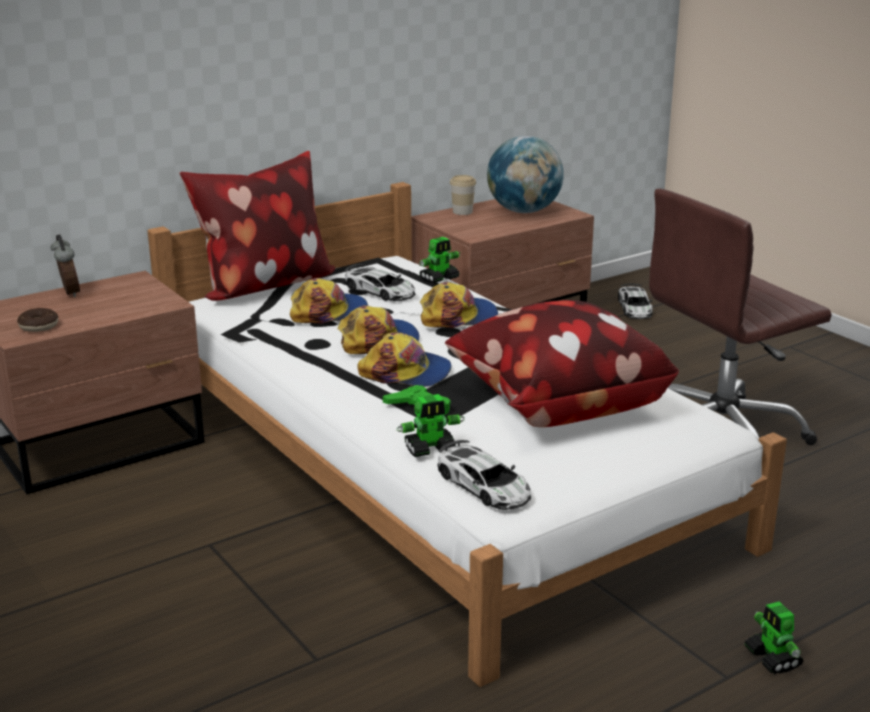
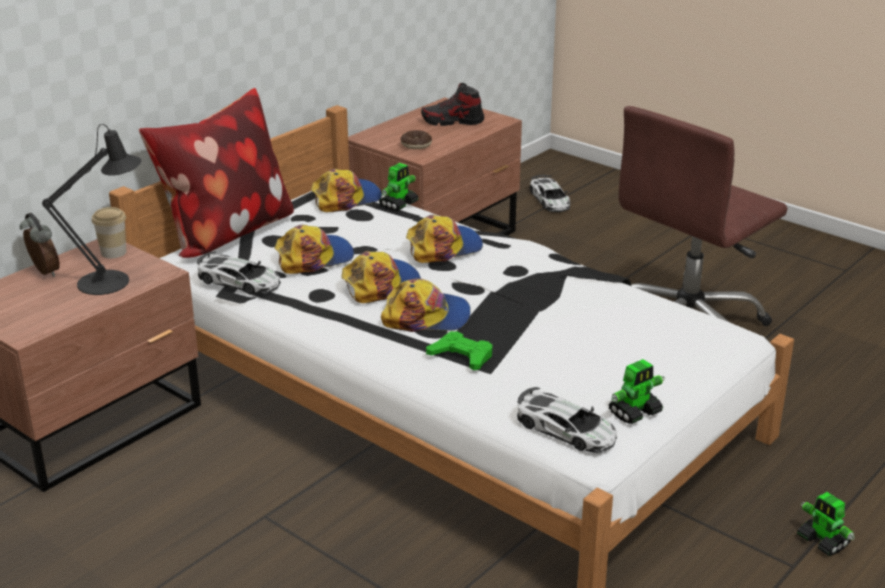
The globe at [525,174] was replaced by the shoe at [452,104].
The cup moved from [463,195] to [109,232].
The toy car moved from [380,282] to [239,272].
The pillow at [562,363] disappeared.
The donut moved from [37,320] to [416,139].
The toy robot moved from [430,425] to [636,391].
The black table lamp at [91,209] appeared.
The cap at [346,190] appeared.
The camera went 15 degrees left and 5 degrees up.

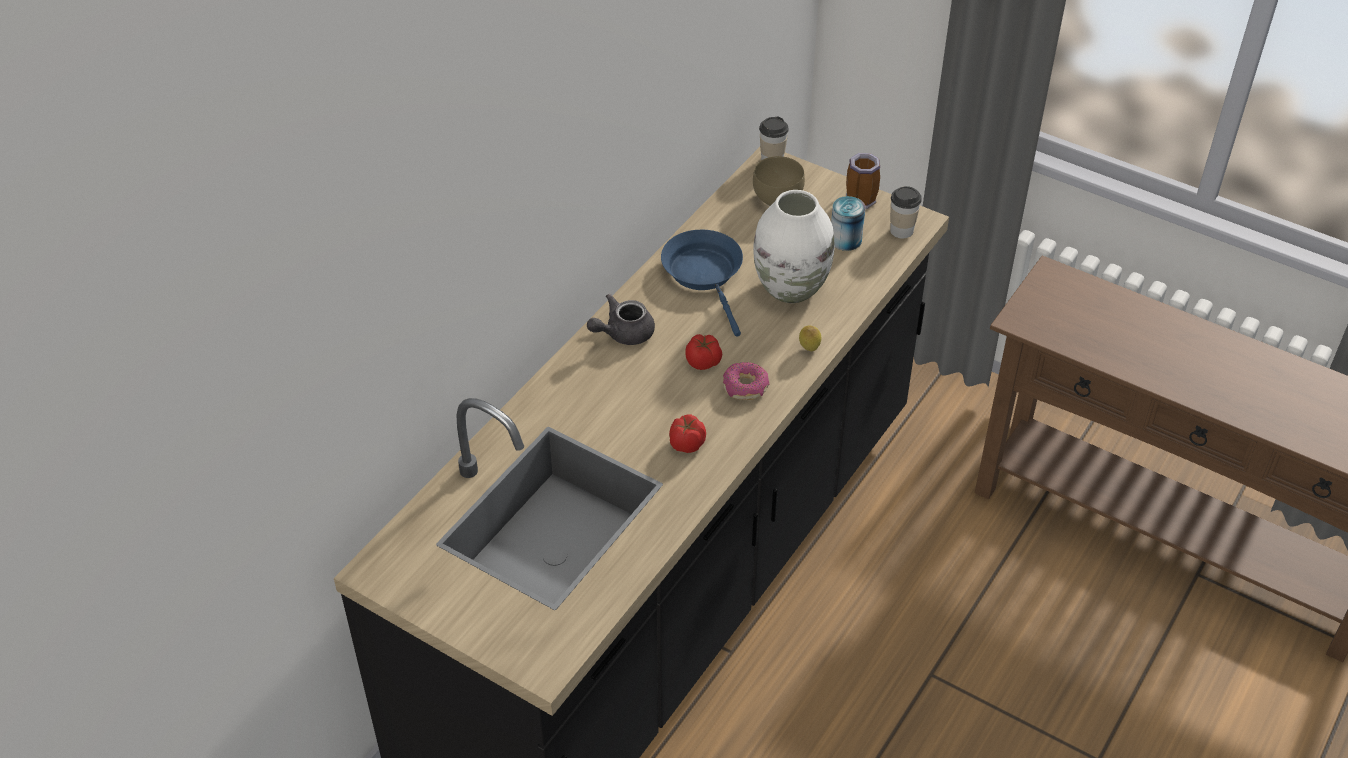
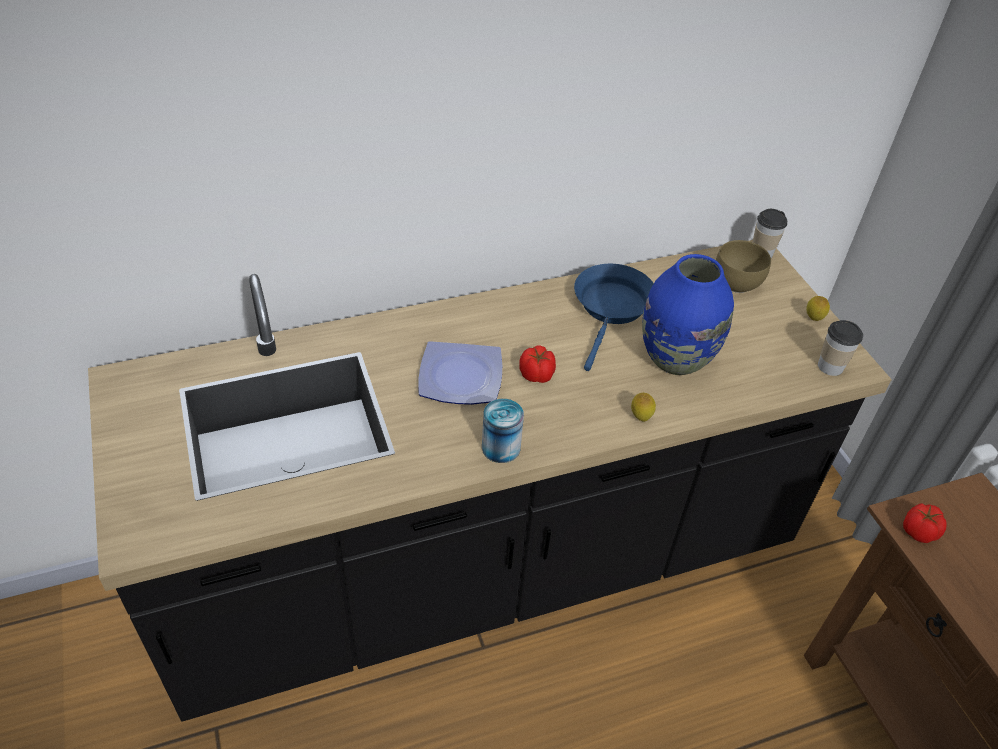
The mug at [863,181] was replaced by the lemon at [818,308].
The white vase at [794,246] became the blue vase at [688,314].
The can moved from [848,223] to [503,431].
The grey teapot at [621,319] disappeared.
The donut at [746,381] disappeared.
The tomato moved from [687,433] to [925,523].
The plate at [460,373] appeared.
The camera went 35 degrees right and 0 degrees up.

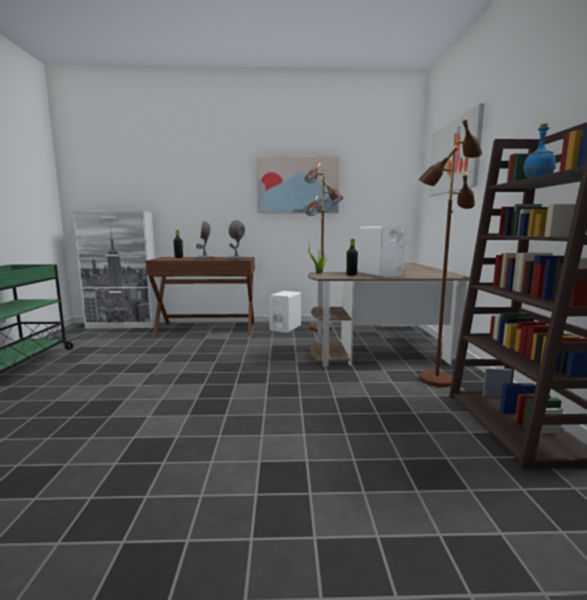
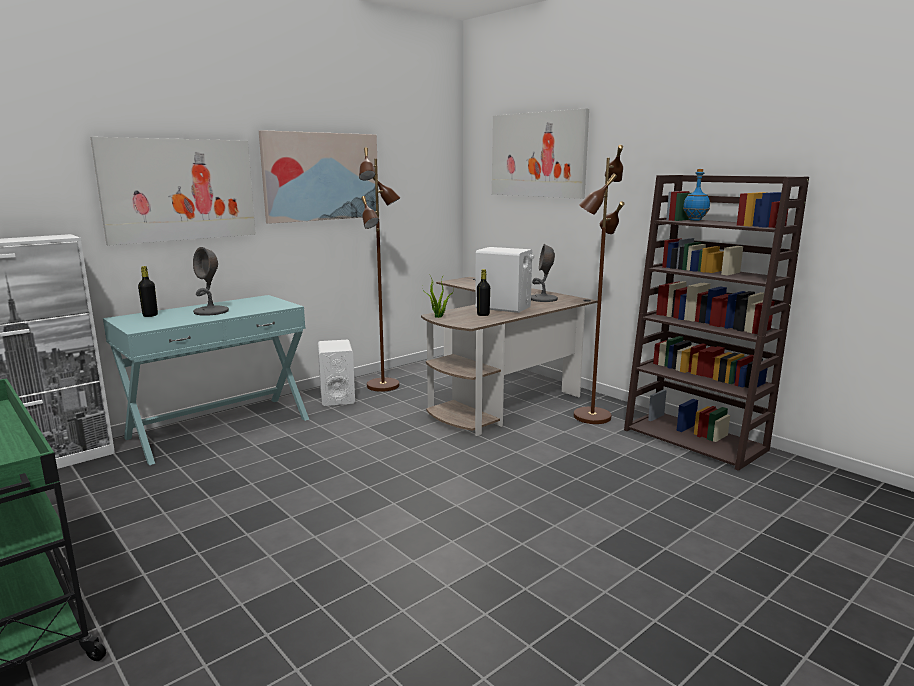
The grey table lamp moved from [236,240] to [544,273].
The brown console table at [200,296] became the turquoise console table at [206,380].
The picture at [173,191] appeared.
The camera went 40 degrees left and 5 degrees up.

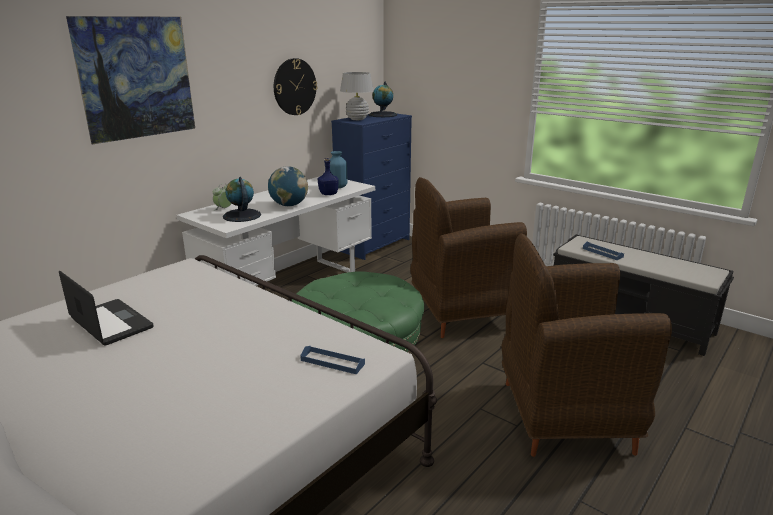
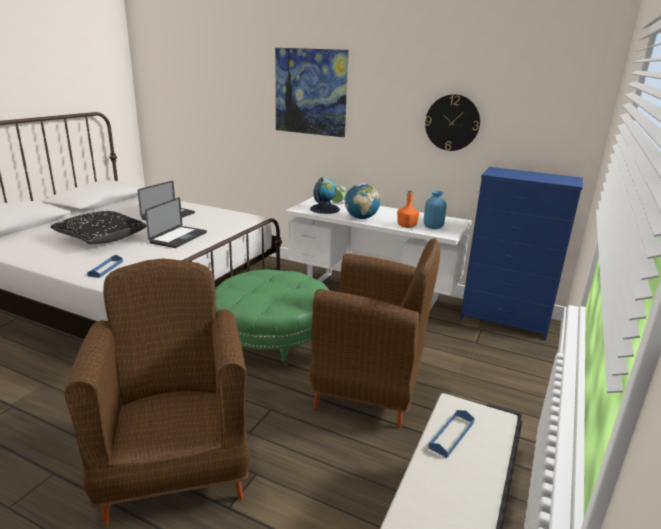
The white table lamp at [357,96] disappeared.
The globe at [383,99] disappeared.
The blue bottle at [328,176] became the orange bottle at [408,209].
The brown armchair at [468,257] turned 135 degrees clockwise.
The laptop at [176,222] appeared.
The black pillow at [98,227] appeared.
The camera went 75 degrees right and 0 degrees up.

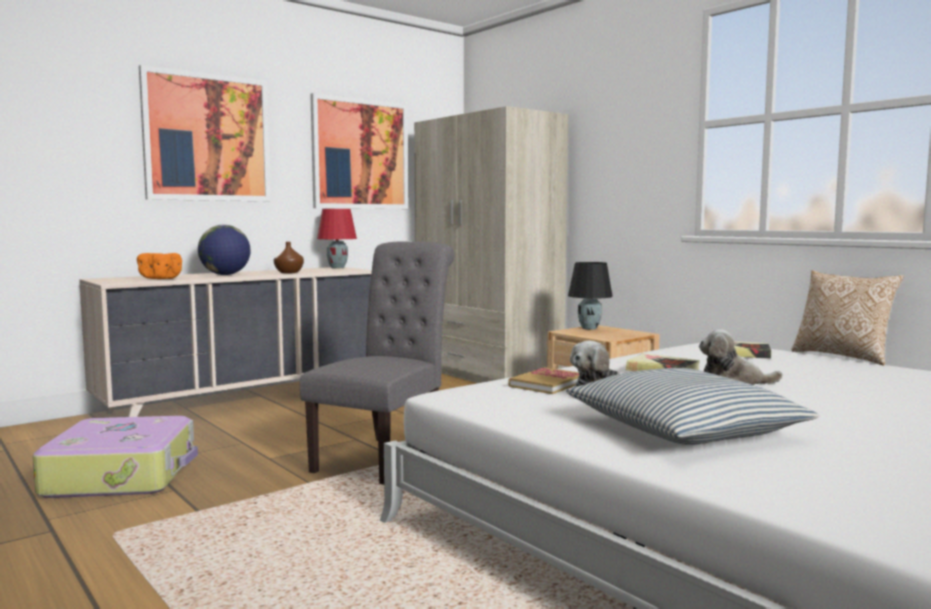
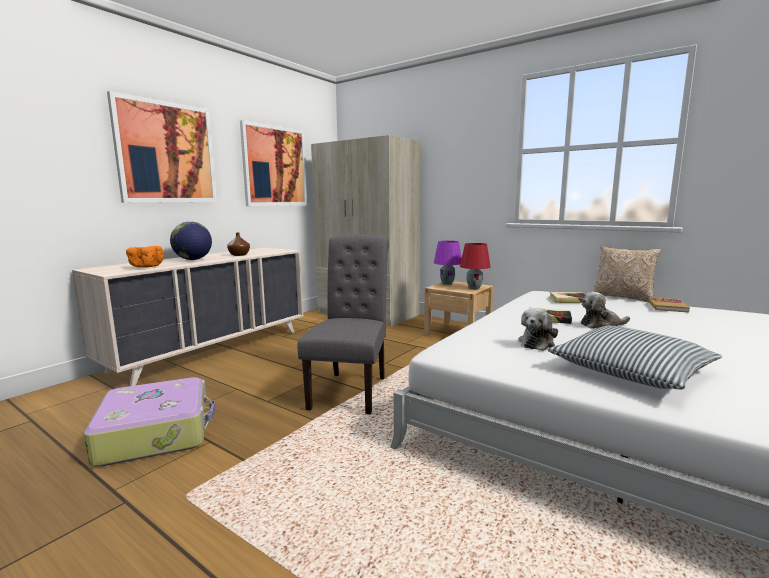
The red table lamp moved from [337,239] to [475,266].
The black table lamp at [590,296] became the purple table lamp at [448,263].
The book moved from [543,380] to [669,305].
The camera went 15 degrees left and 5 degrees up.

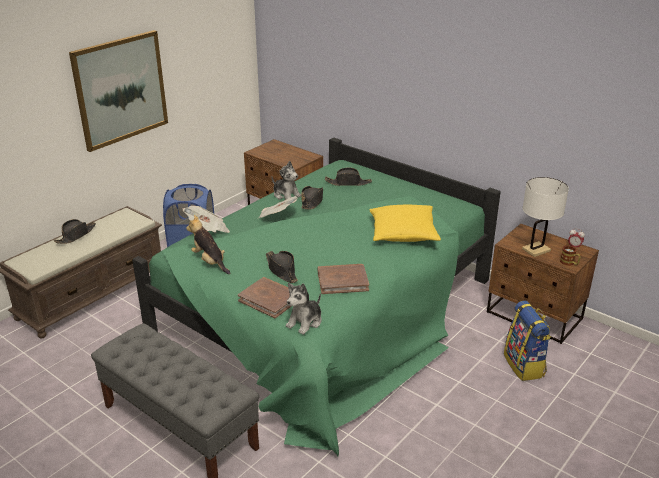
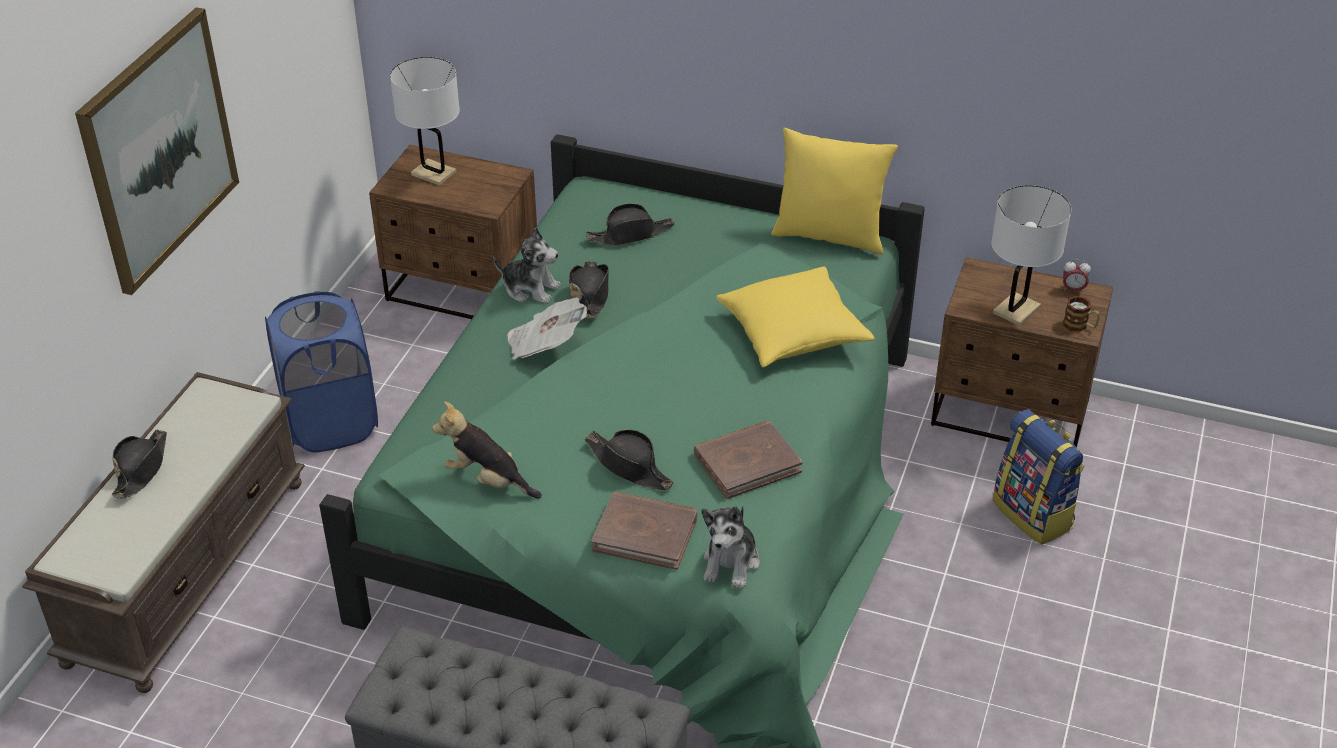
The newspaper at [206,219] disappeared.
The white table lamp at [425,121] appeared.
The yellow pillow at [834,191] appeared.
The camera went 20 degrees left and 10 degrees up.

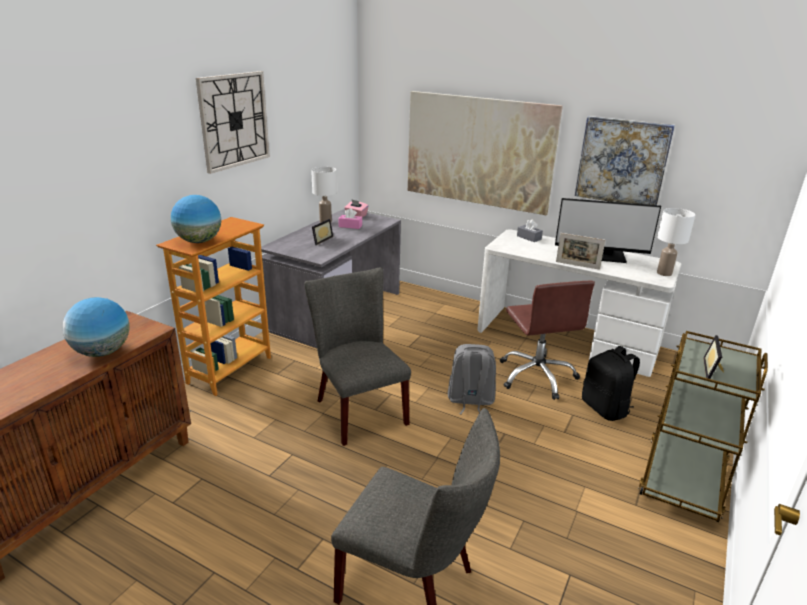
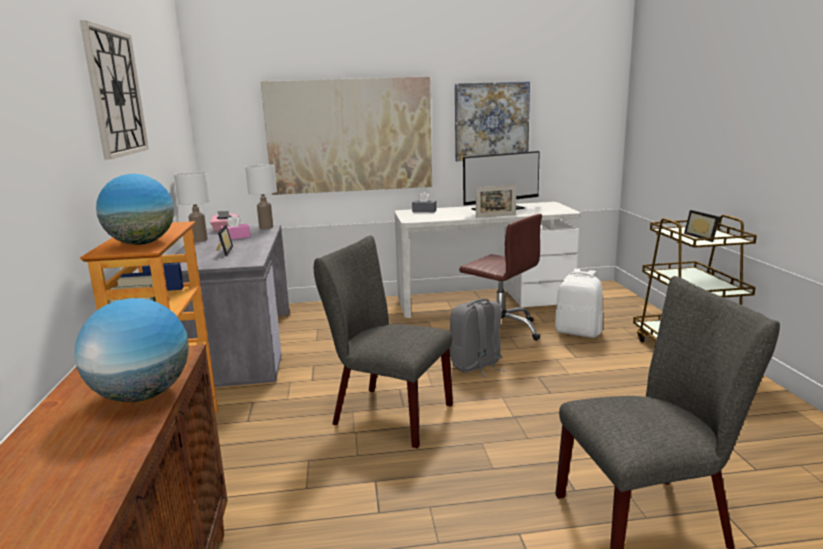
The white table lamp moved from [676,242] to [261,196].
The black backpack at [611,383] became the white backpack at [579,303].
The camera went 35 degrees left and 10 degrees down.

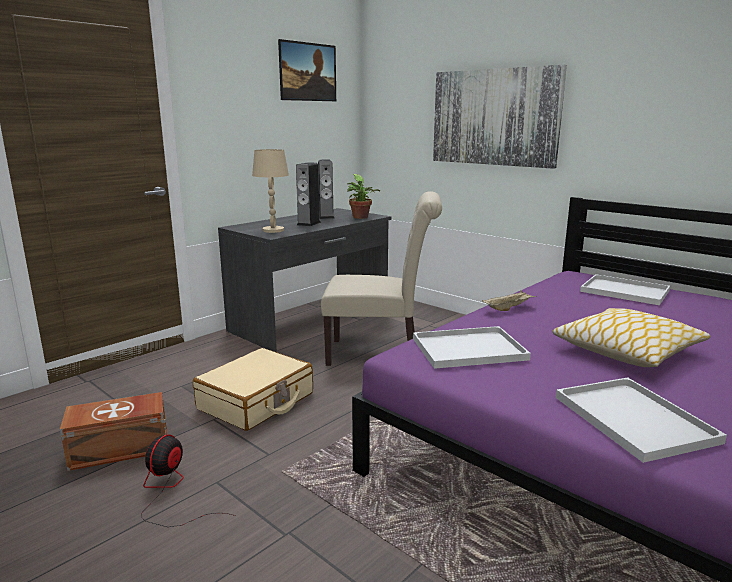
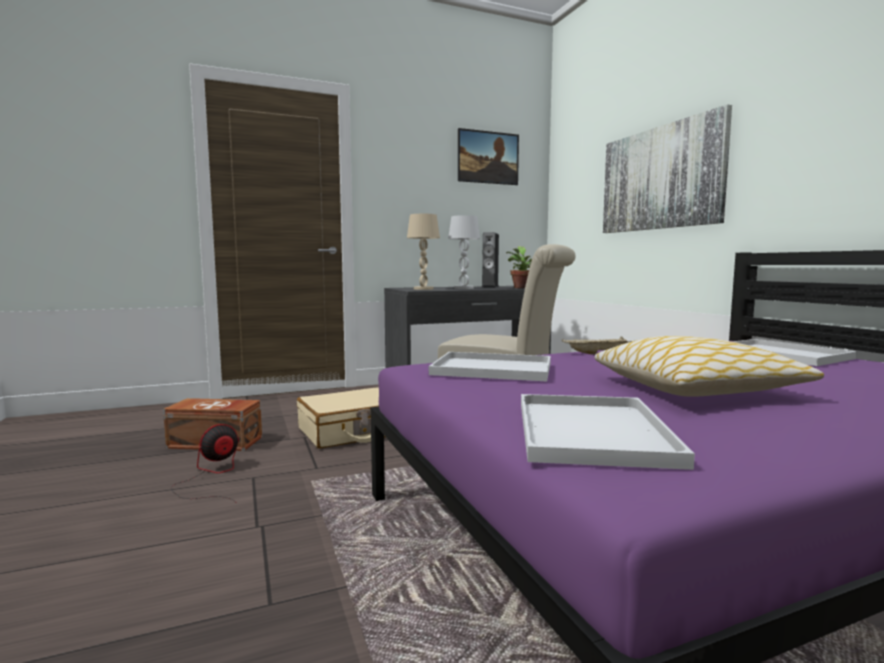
The speaker at [308,194] was replaced by the white table lamp at [464,252].
The camera went 25 degrees right and 10 degrees down.

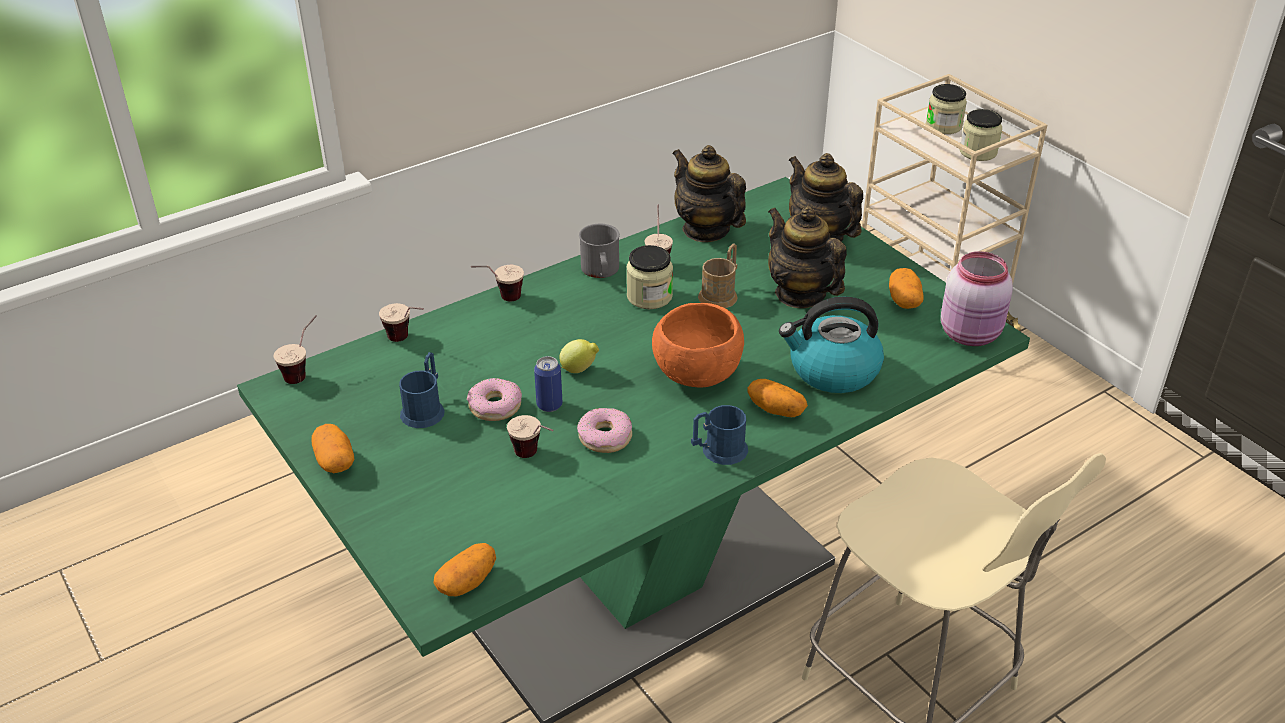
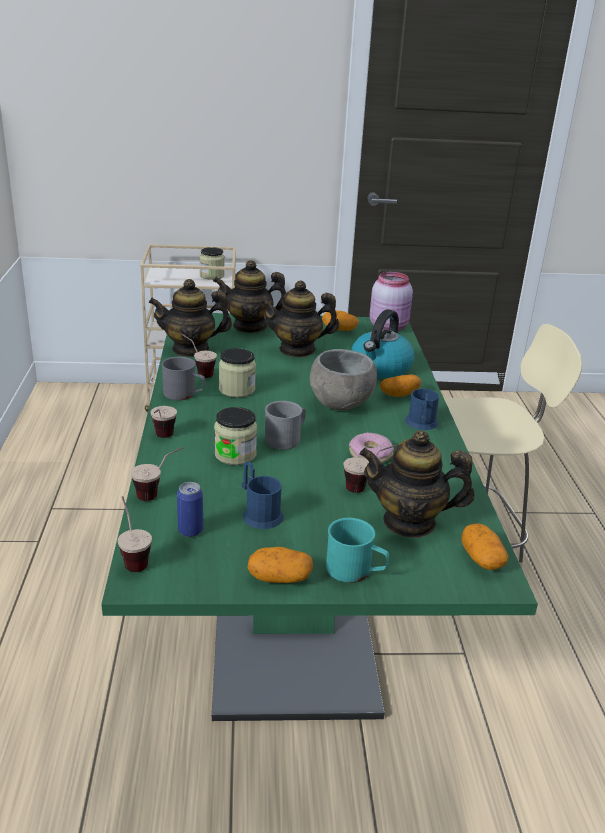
The jar moved from [946,109] to [235,436].
The brown mug at [718,275] disappeared.
The orange bowl at [698,345] became the grey bowl at [343,379].
The lemon at [579,356] was replaced by the grey mug at [285,425].
The can moved from [548,384] to [190,509].
The donut at [494,399] disappeared.
The teapot at [417,484] appeared.
The turquoise mug at [357,550] appeared.
The camera went 60 degrees left and 10 degrees down.

